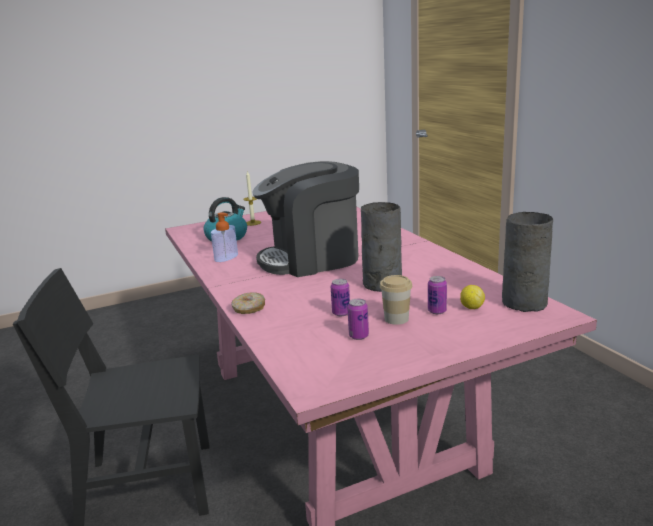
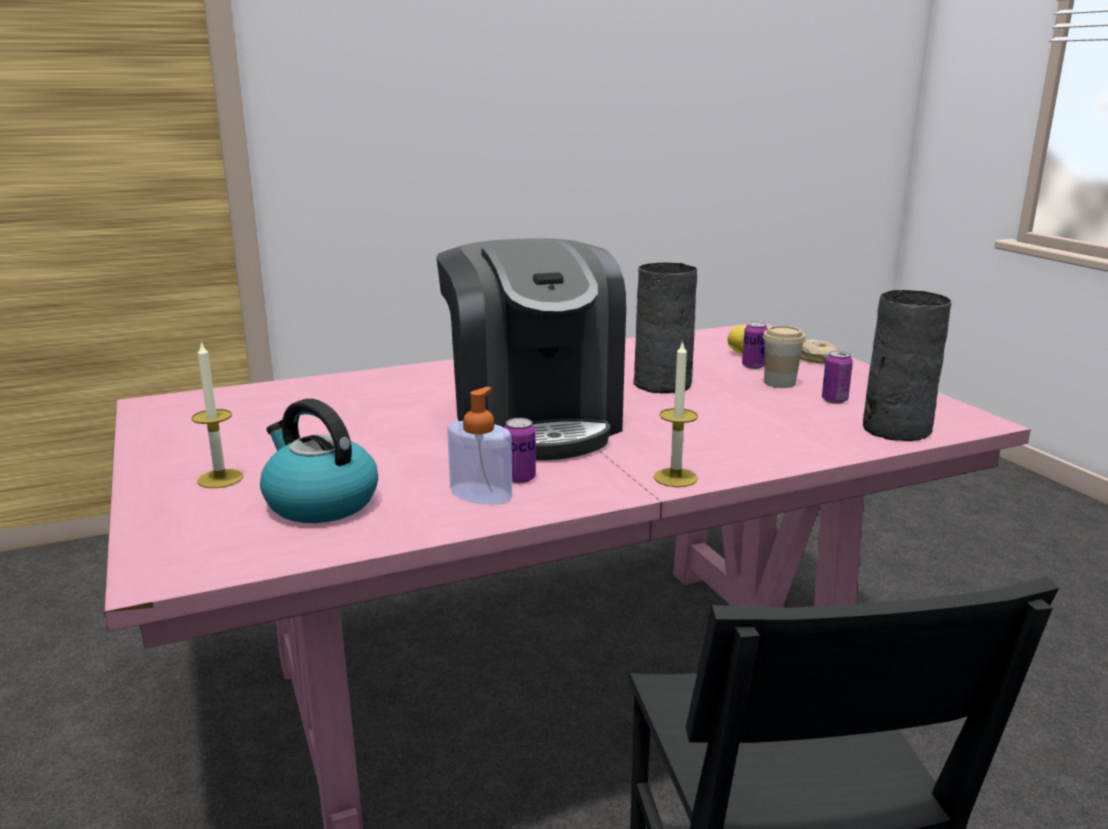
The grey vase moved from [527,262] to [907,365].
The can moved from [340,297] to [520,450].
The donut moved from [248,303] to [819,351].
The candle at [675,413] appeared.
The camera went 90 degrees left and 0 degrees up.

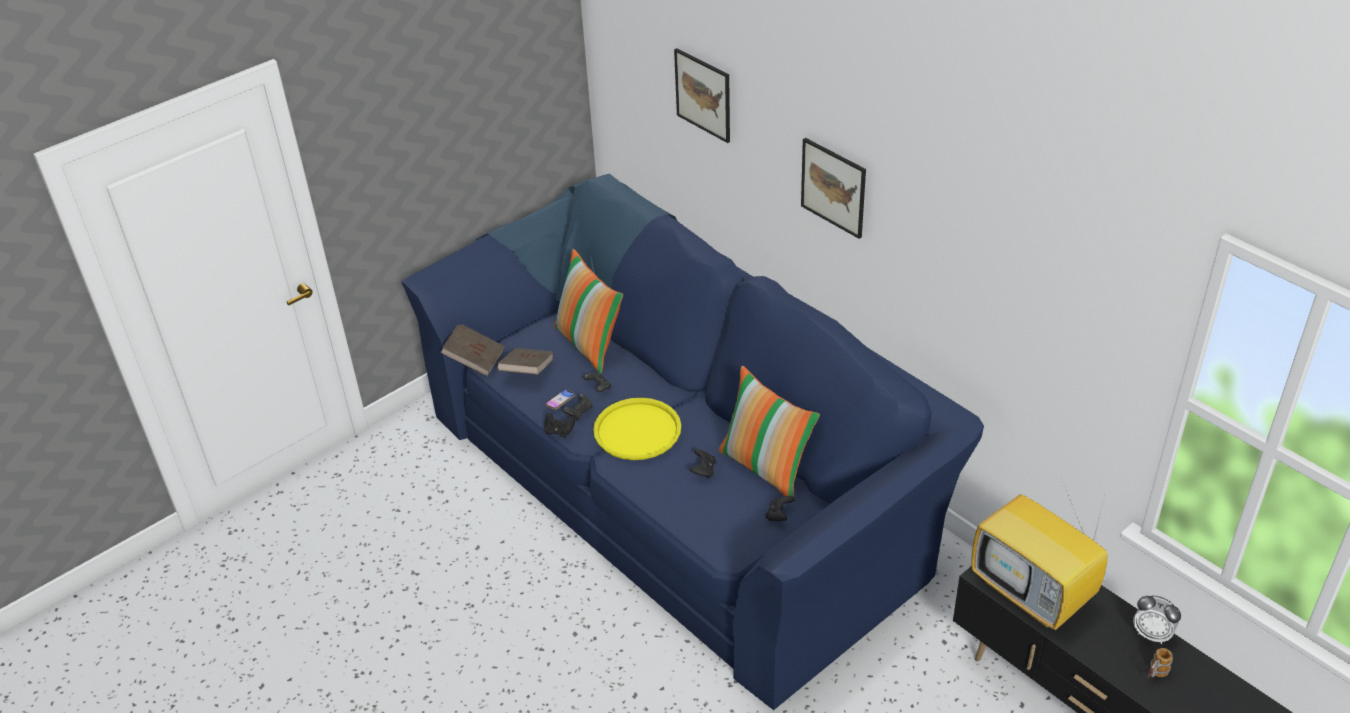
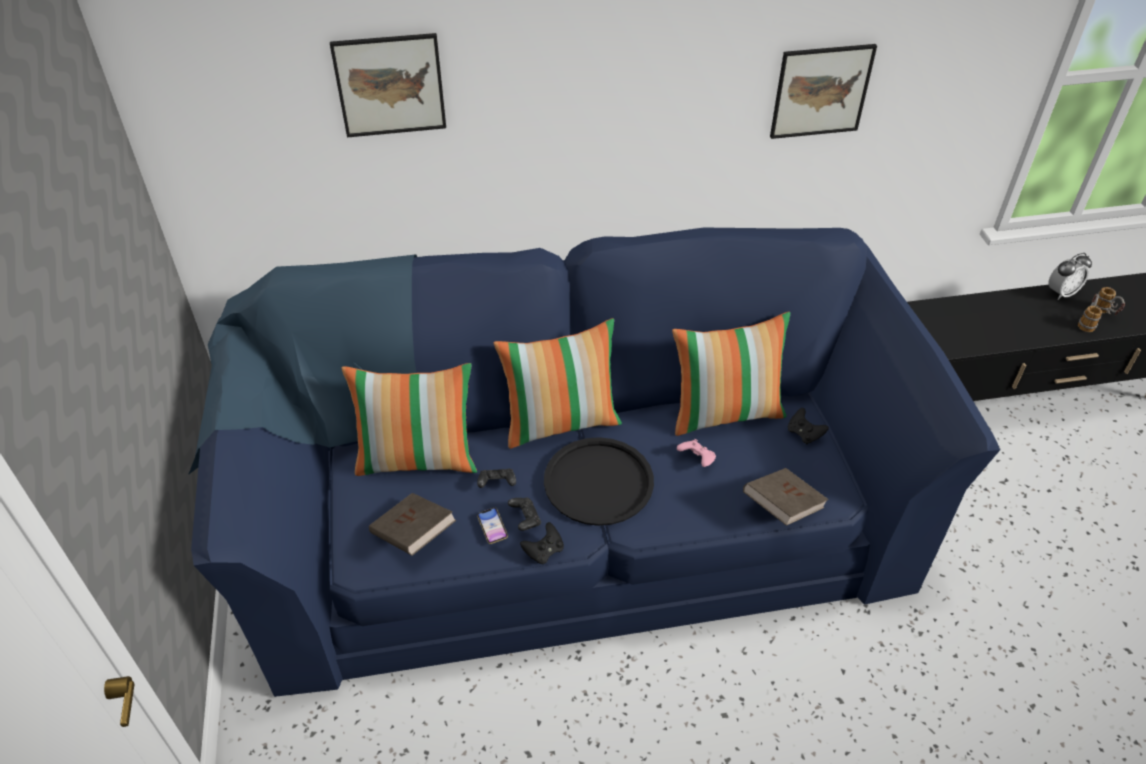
The picture moved from [833,188] to [823,91].
The brown book moved from [472,350] to [786,497].
The yellow tray at [637,429] became the black tray at [599,481].
The black game controller at [703,463] became the pink game controller at [696,453].
The television at [1039,553] disappeared.
The mug at [1090,313] appeared.
The pillow at [558,383] appeared.
The camera went 60 degrees left and 5 degrees up.

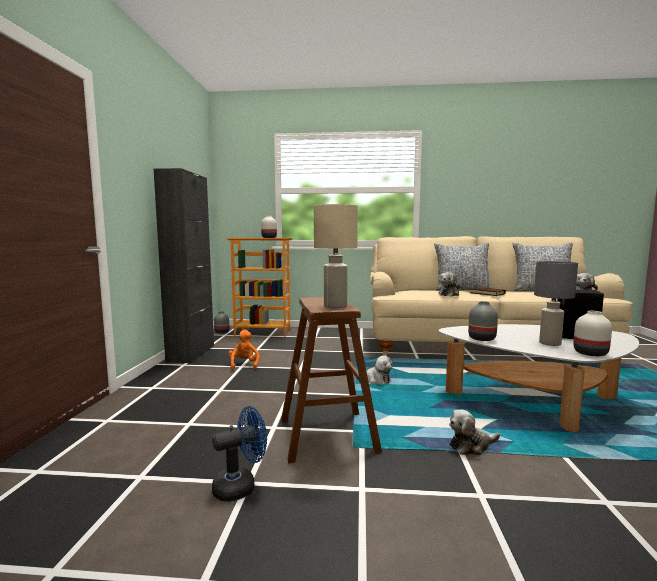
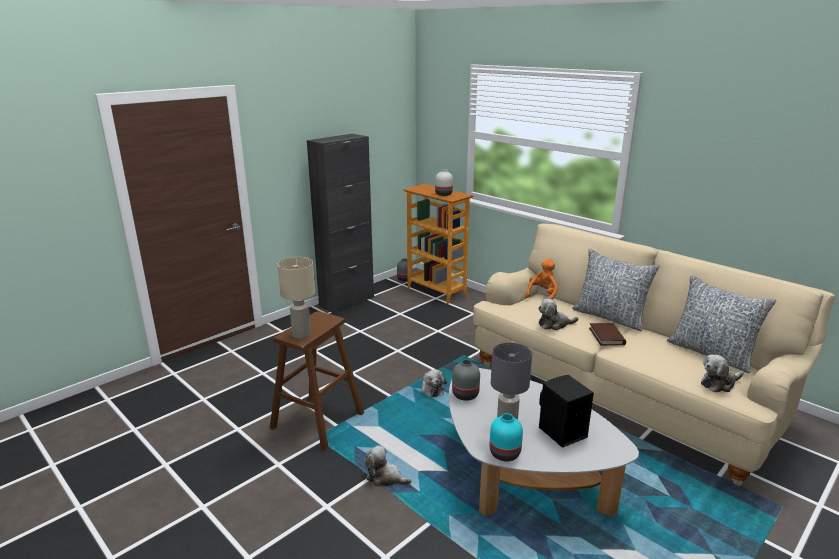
The white vase at [592,333] became the turquoise vase at [506,437].
The orange plush toy moved from [243,350] to [541,279].
The blue fan at [239,454] disappeared.
The camera went 40 degrees right and 15 degrees up.

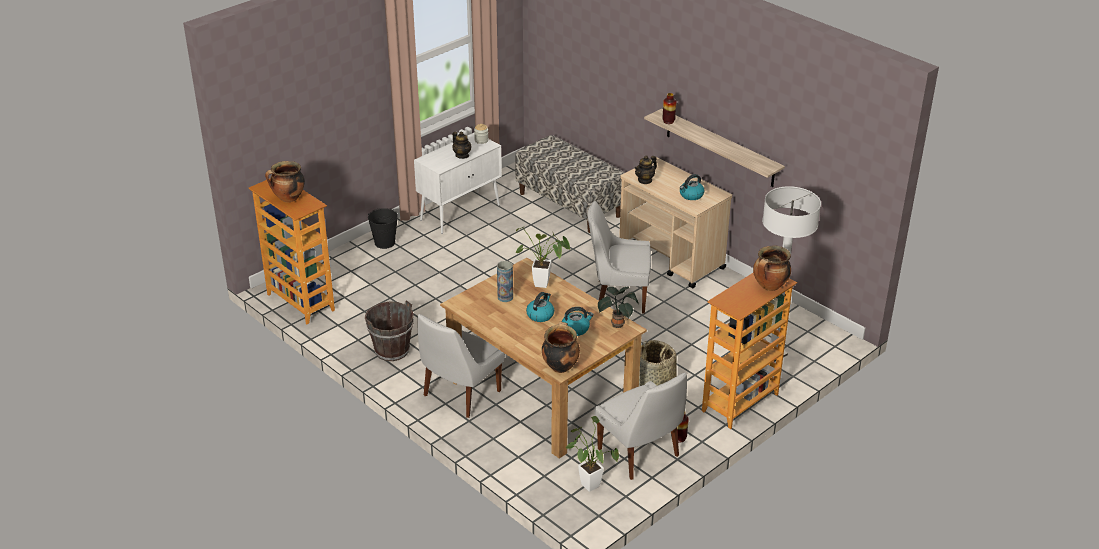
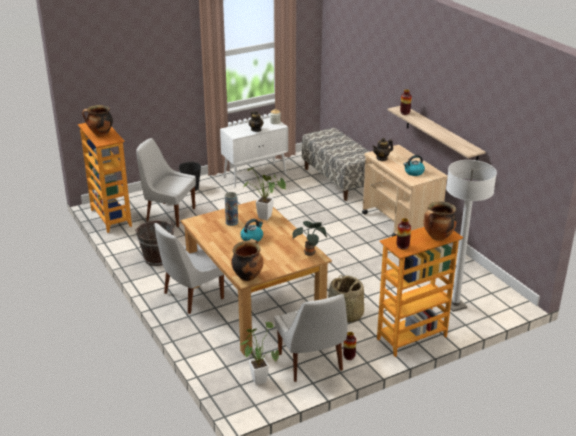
The white chair moved from [619,257] to [166,182].
The kettle at [578,321] disappeared.
The vase at [404,234] appeared.
The camera went 15 degrees right and 5 degrees down.

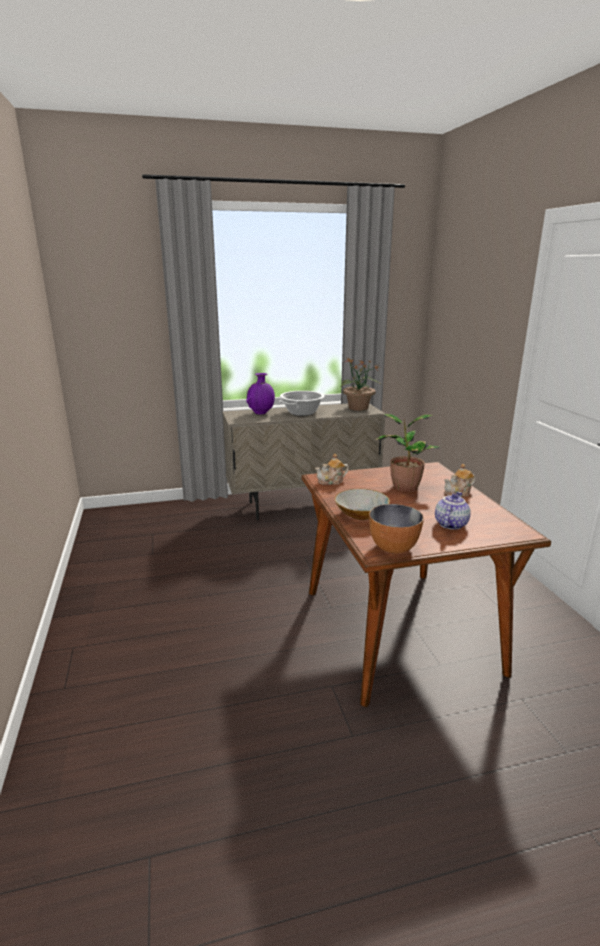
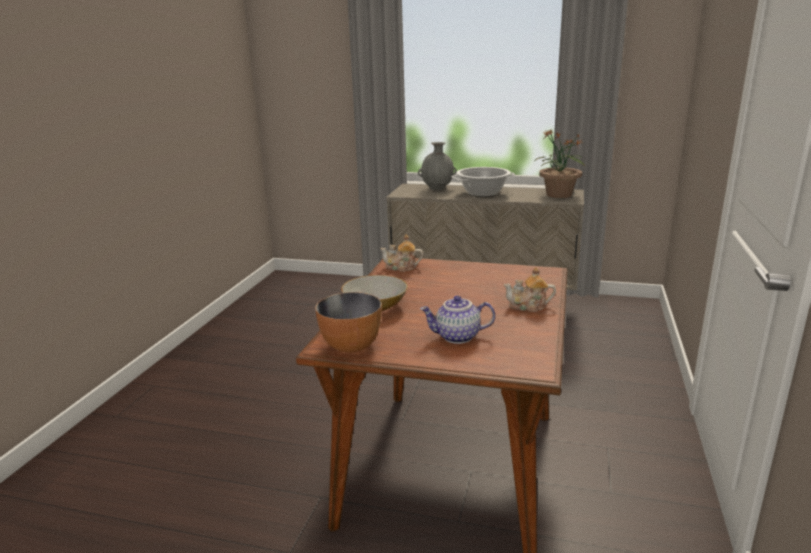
The purple vase at [260,393] became the grey vase at [437,166].
The potted plant at [408,453] disappeared.
The teapot at [452,511] turned 150 degrees counterclockwise.
The camera went 30 degrees right and 0 degrees up.

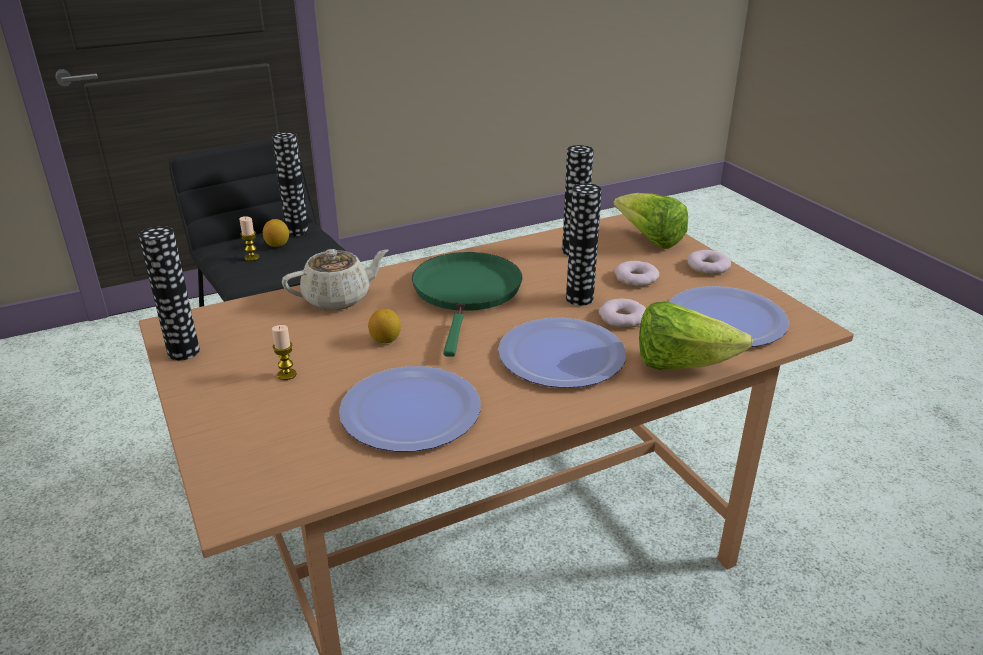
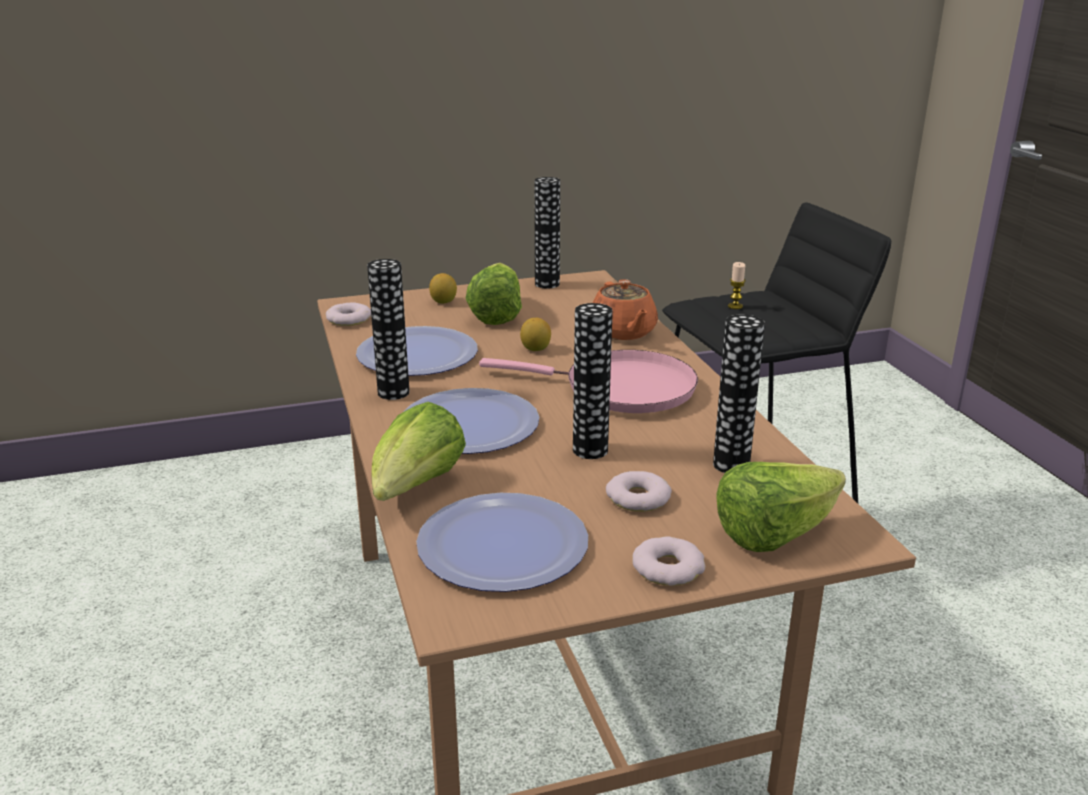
The vase moved from [290,184] to [388,329].
The lemon moved from [276,233] to [443,288].
The beige teapot at [335,279] became the orange teapot at [625,309].
The green frying pan at [467,304] became the pink frying pan at [588,381].
The donut moved from [622,313] to [348,314].
The candle at [284,352] was replaced by the lettuce at [494,294].
The camera went 100 degrees right and 5 degrees down.

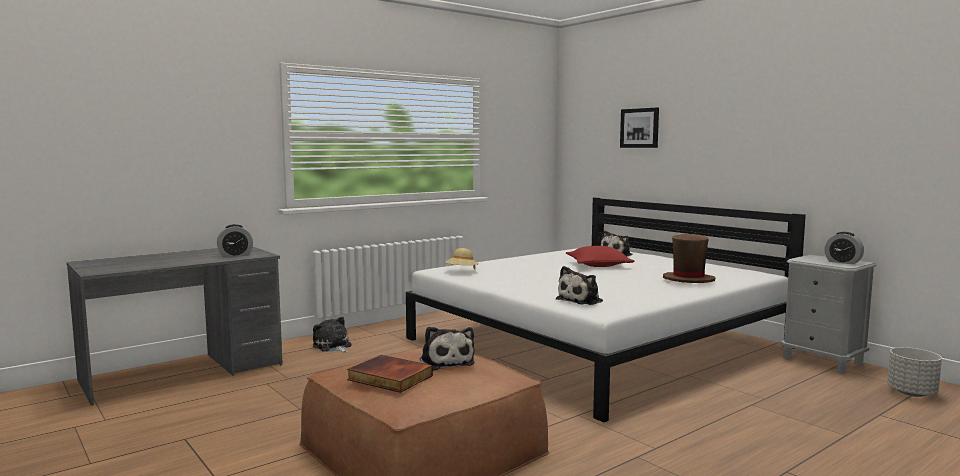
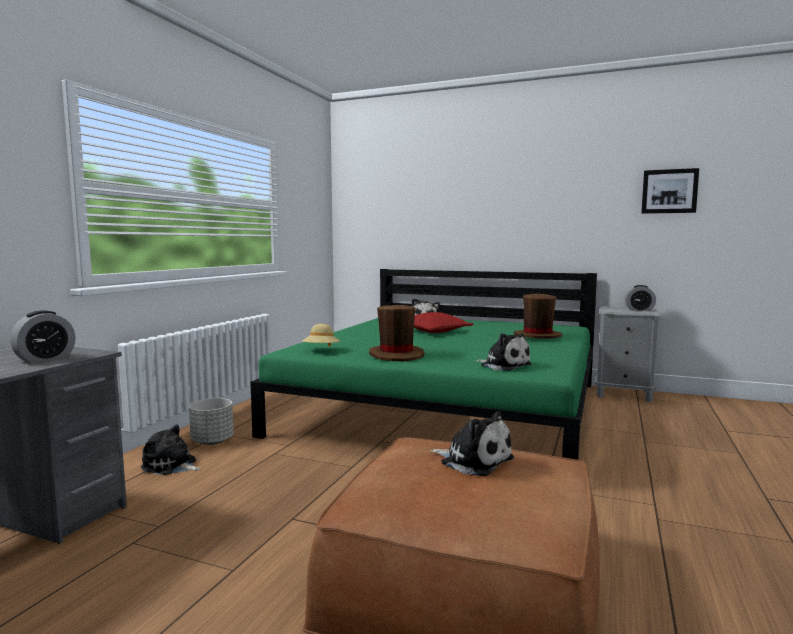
The picture moved from [639,128] to [670,191].
The white bed at [606,309] became the green bed at [423,364].
The plush toy at [579,285] turned 60 degrees counterclockwise.
The grey planter moved from [914,372] to [211,421].
The book at [390,374] disappeared.
The brown hat at [397,333] appeared.
The camera went 30 degrees left and 0 degrees up.

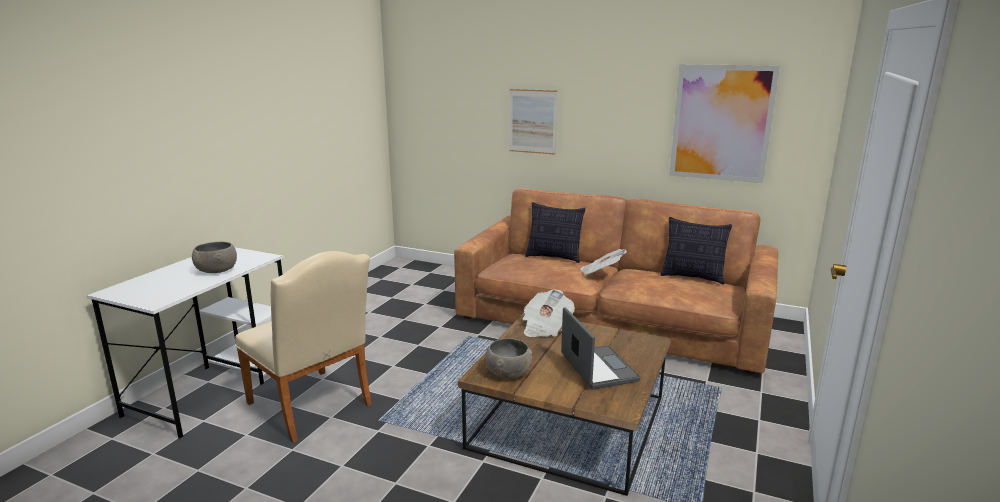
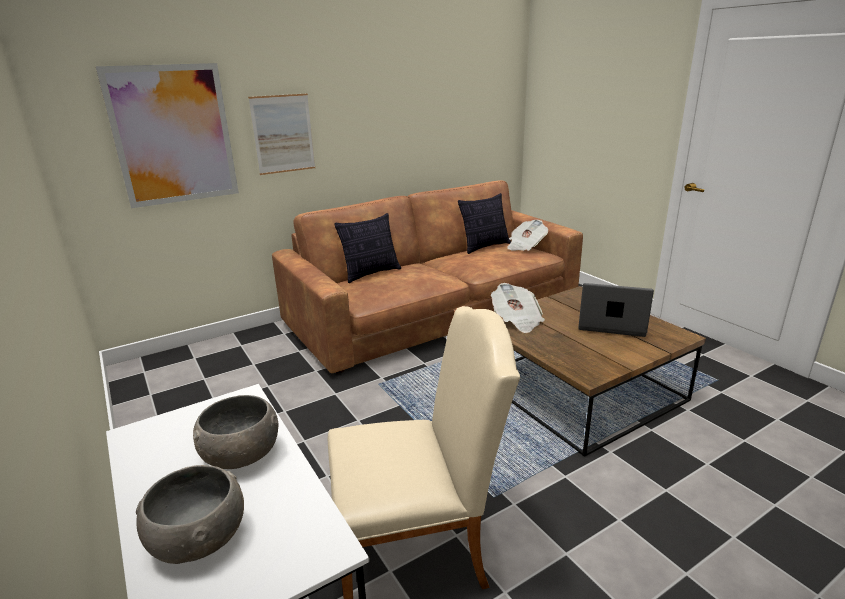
The picture moved from [724,123] to [167,135].
The newspaper moved from [603,262] to [527,235].
The grey bowl moved from [508,358] to [190,514].
The camera went 55 degrees left and 5 degrees up.

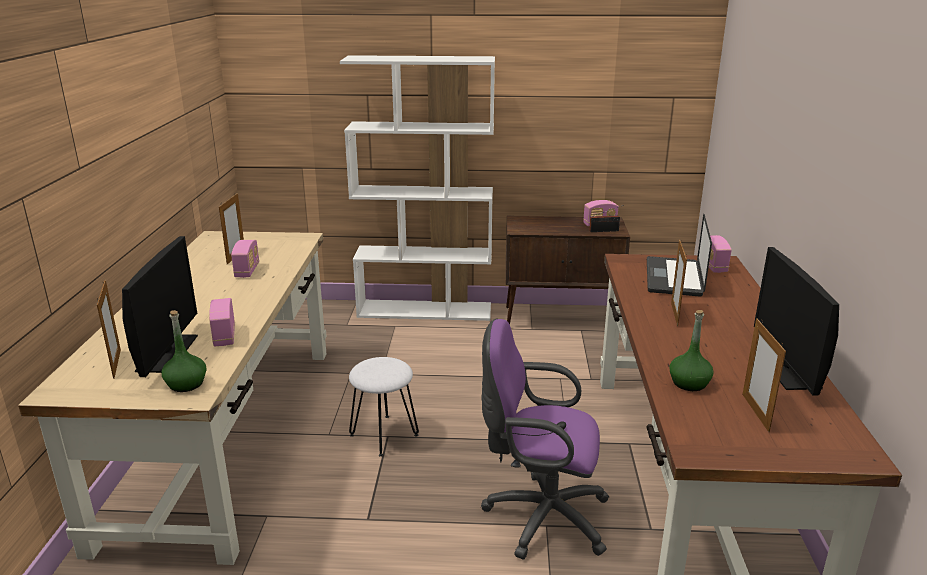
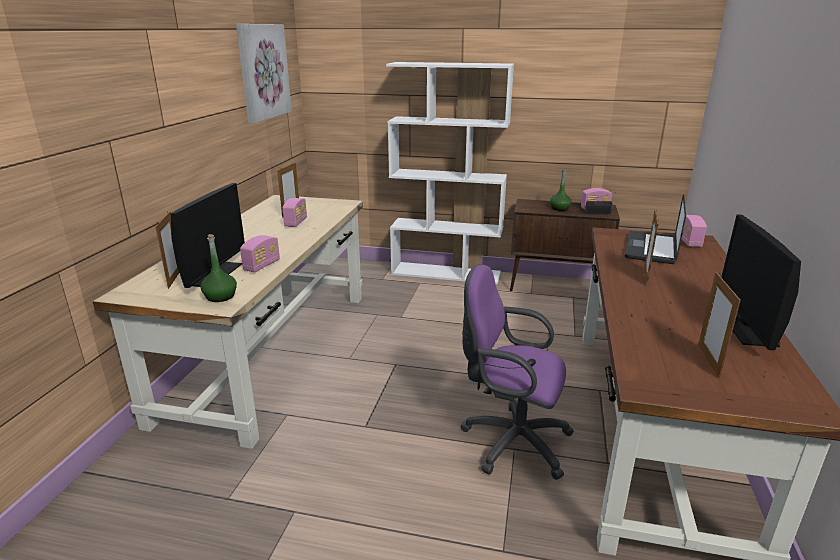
The radio at [222,322] turned 150 degrees counterclockwise.
The green bottle moved from [691,350] to [561,190].
The white stool at [384,407] disappeared.
The picture at [264,74] appeared.
The camera went 10 degrees right and 0 degrees up.

